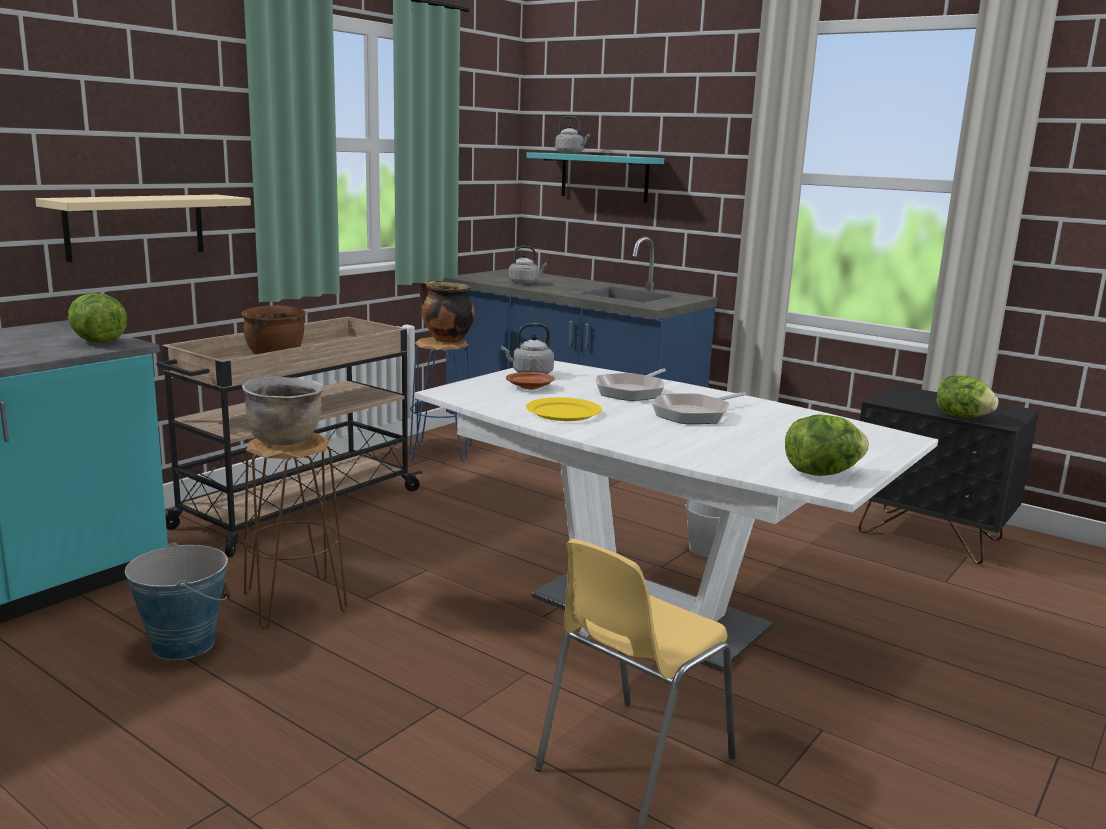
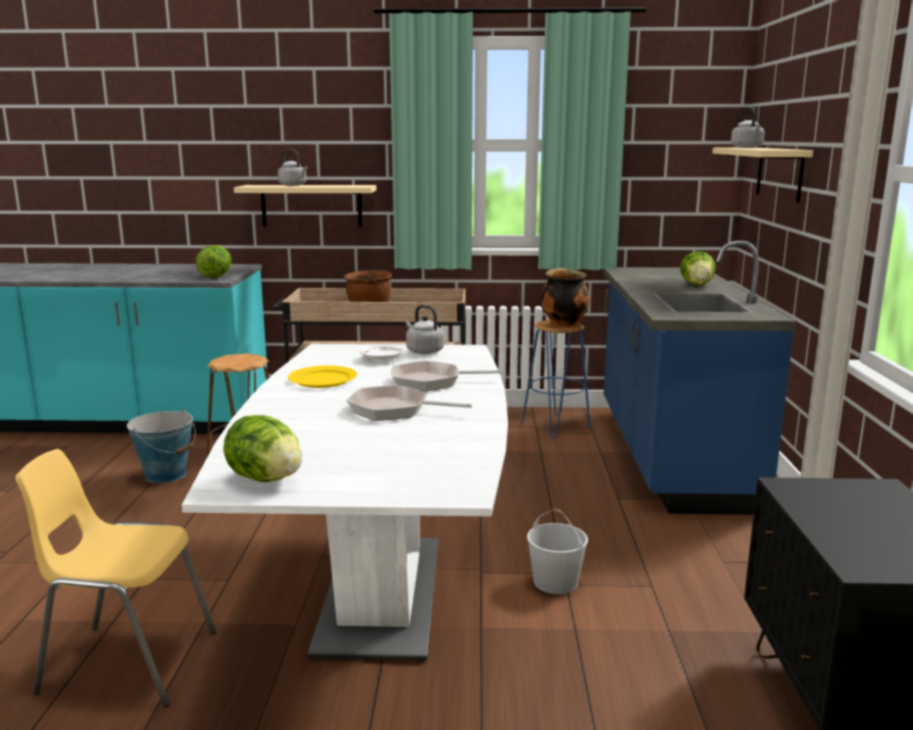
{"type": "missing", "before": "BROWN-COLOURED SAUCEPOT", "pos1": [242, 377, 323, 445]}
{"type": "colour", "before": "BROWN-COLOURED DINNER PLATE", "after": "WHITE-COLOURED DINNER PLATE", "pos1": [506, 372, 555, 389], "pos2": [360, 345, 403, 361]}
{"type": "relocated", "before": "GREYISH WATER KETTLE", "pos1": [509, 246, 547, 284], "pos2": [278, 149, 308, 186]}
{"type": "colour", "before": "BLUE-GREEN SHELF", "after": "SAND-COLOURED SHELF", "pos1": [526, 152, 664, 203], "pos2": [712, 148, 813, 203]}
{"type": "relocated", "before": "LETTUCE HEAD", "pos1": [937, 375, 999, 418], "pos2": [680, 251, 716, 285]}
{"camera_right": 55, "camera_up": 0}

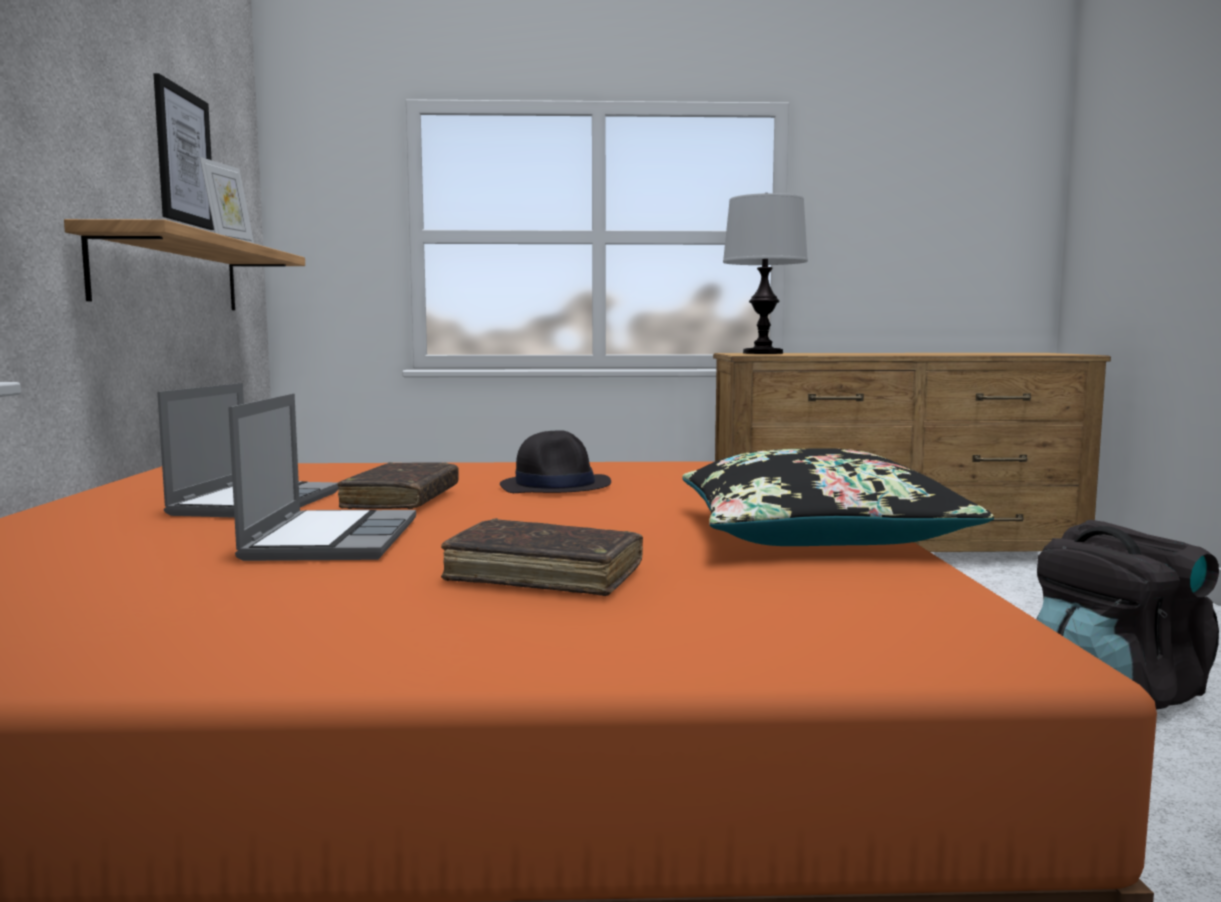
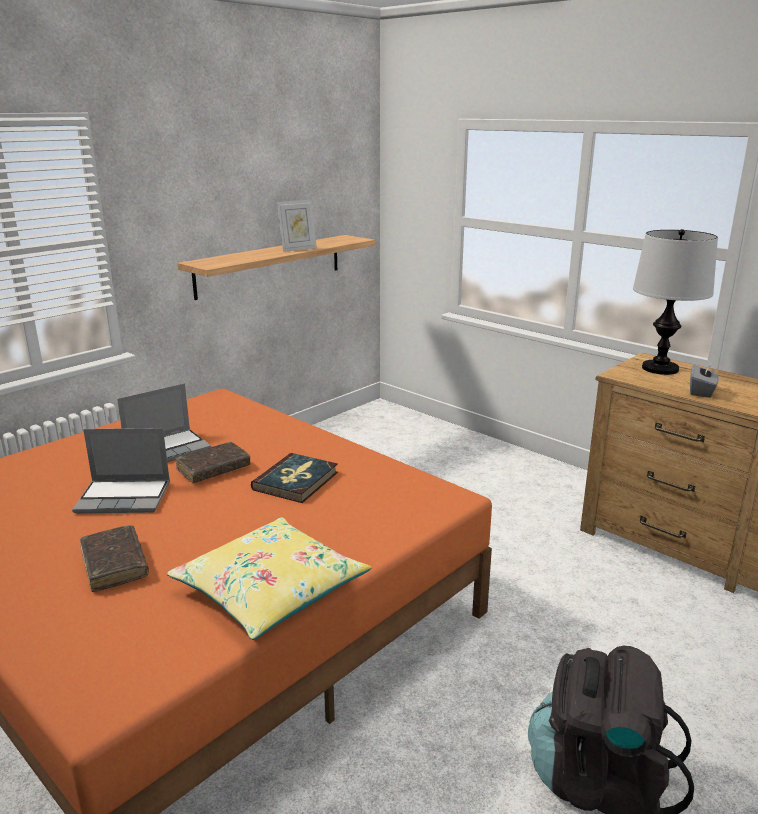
{"type": "missing", "before": "WALL ART", "pos1": [154, 73, 214, 230]}
{"type": "spun", "before": "LAPTOP", "pos1": [228, 393, 416, 561], "pos2": [72, 428, 170, 514], "turn": 45}
{"type": "exchanged", "before": "BLACK HAT", "after": "BOUND BOOK", "pos1": [500, 430, 611, 493], "pos2": [251, 453, 338, 503]}
{"type": "colour", "before": "BLACK CUSHION", "after": "YELLOW CUSHION", "pos1": [682, 448, 994, 546], "pos2": [167, 517, 372, 640]}
{"type": "appeared", "after": "GREYISH BOX OF TISSUES", "pos2": [690, 363, 719, 398]}
{"camera_right": 45, "camera_up": 15}

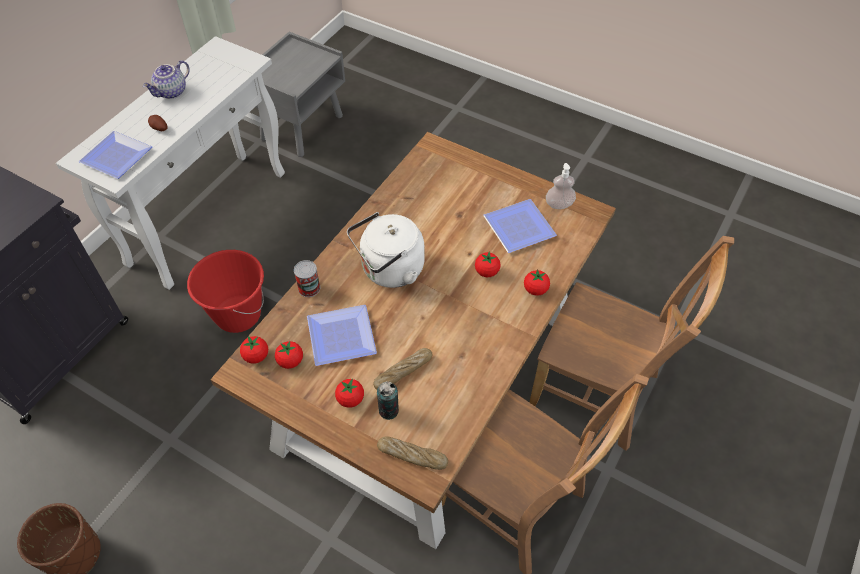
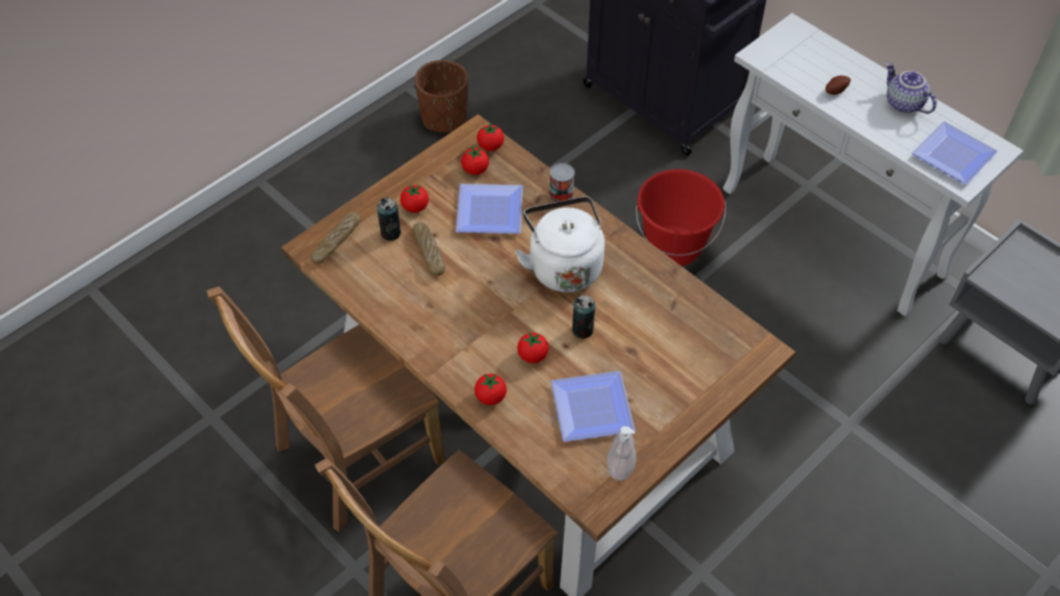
{"type": "relocated", "before": "DINNER PLATE", "pos1": [79, 131, 152, 179], "pos2": [912, 121, 998, 185]}
{"type": "appeared", "after": "SEALED CAN", "pos2": [572, 295, 595, 338]}
{"camera_right": 105, "camera_up": 0}

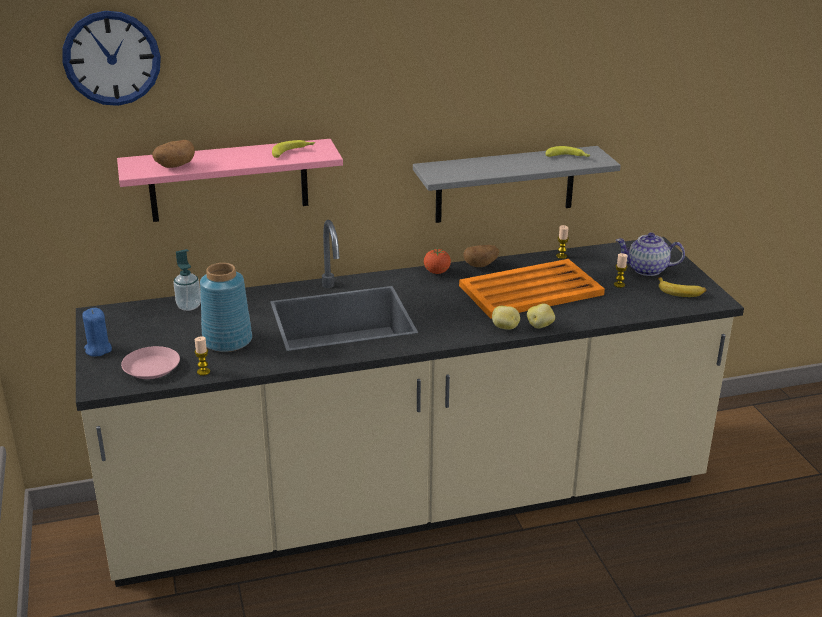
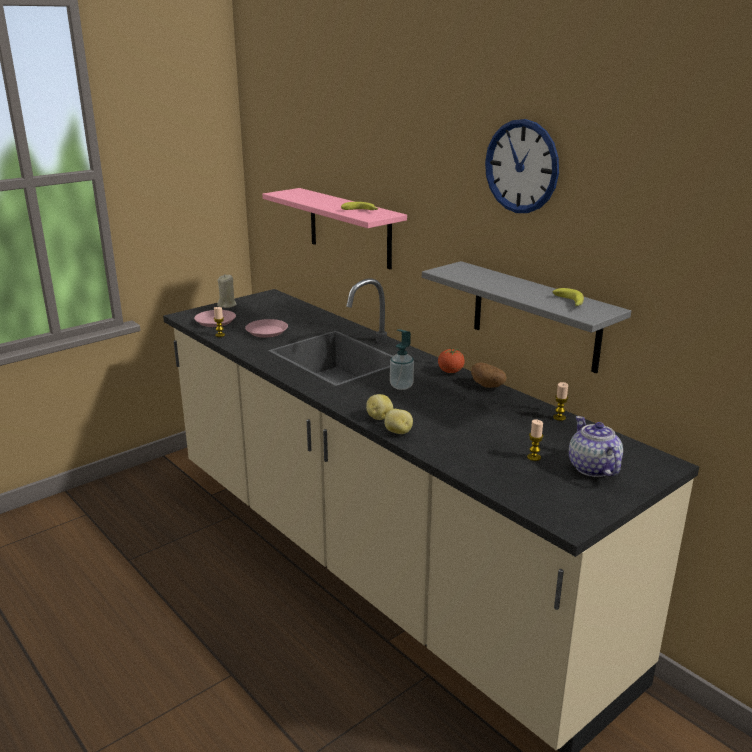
{"type": "relocated", "before": "HANGING CLOCK", "pos1": [62, 11, 161, 106], "pos2": [485, 119, 559, 213]}
{"type": "colour", "before": "BLUISH WAX CANDLE", "after": "SAND-COLOURED WAX CANDLE", "pos1": [82, 308, 112, 356], "pos2": [217, 275, 237, 308]}
{"type": "missing", "before": "POTATO", "pos1": [152, 140, 195, 168]}
{"type": "relocated", "before": "LIQUID SOAP BOTTLE", "pos1": [173, 249, 201, 311], "pos2": [390, 329, 414, 390]}
{"type": "exchanged", "before": "BLUISH DECORATIVE VASE", "after": "PINK DINNER PLATE", "pos1": [200, 263, 252, 352], "pos2": [245, 319, 288, 338]}
{"type": "missing", "before": "ORANGEY TRAY", "pos1": [459, 259, 605, 319]}
{"type": "missing", "before": "BANANA FRUIT", "pos1": [658, 277, 706, 297]}
{"camera_right": 65, "camera_up": -5}

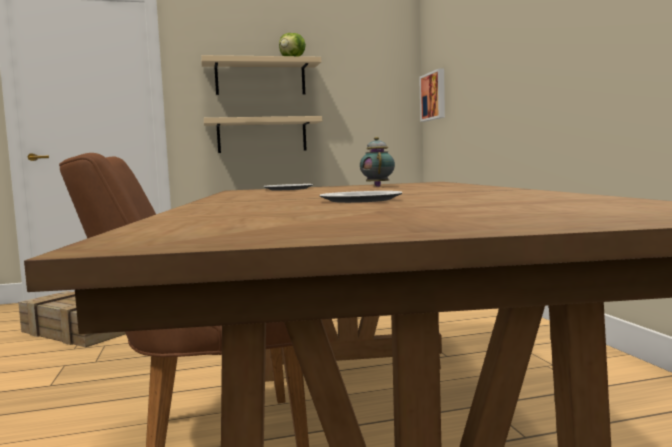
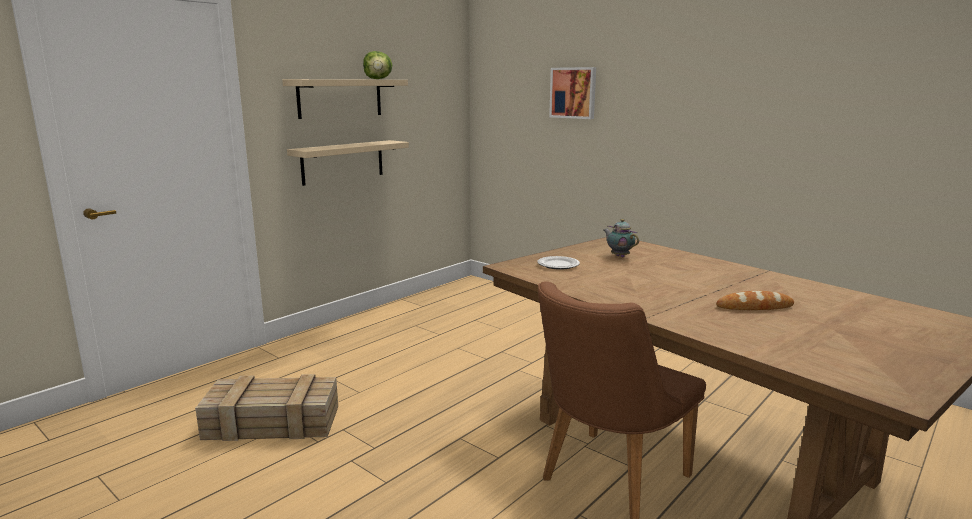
{"type": "exchanged", "before": "DINNER PLATE", "after": "BAKERY BREAD", "pos1": [319, 191, 402, 203], "pos2": [716, 291, 794, 310]}
{"type": "relocated", "before": "WALL ART", "pos1": [419, 69, 445, 122], "pos2": [549, 67, 596, 119]}
{"camera_right": -35, "camera_up": 10}

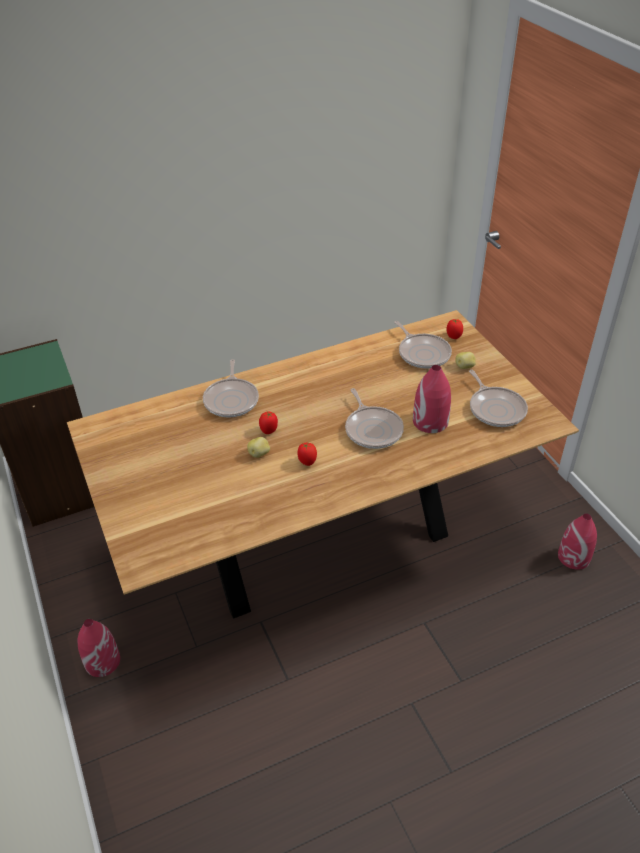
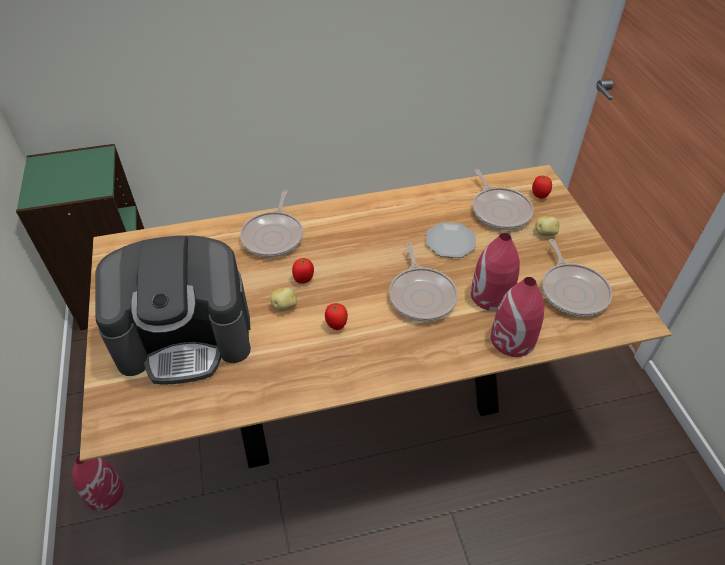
{"type": "relocated", "before": "RED-COLOURED DECORATIVE VASE", "pos1": [558, 514, 597, 570], "pos2": [491, 277, 544, 357]}
{"type": "appeared", "after": "COFFEE MAKER", "pos2": [95, 235, 251, 385]}
{"type": "appeared", "after": "DINNER PLATE", "pos2": [426, 222, 476, 258]}
{"camera_right": 10, "camera_up": 5}

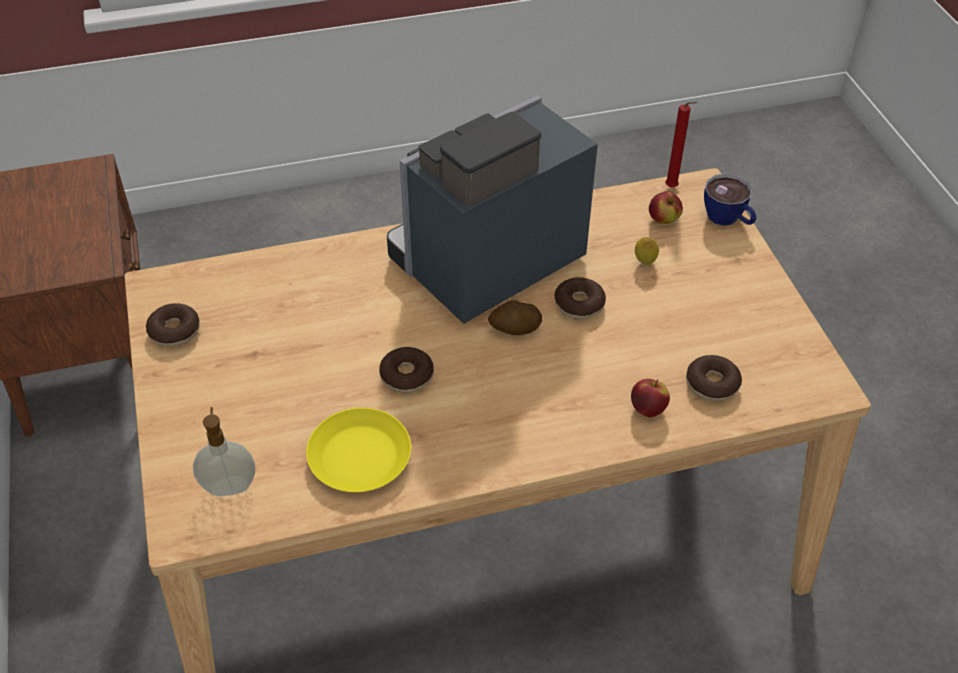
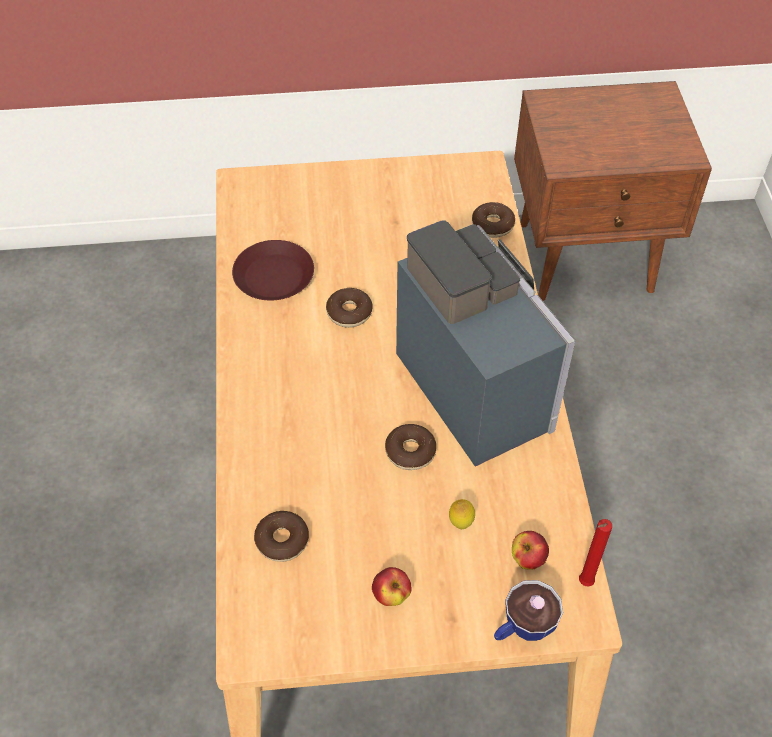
{"type": "relocated", "before": "RING DOUGHNUT", "pos1": [146, 303, 200, 347], "pos2": [472, 202, 515, 238]}
{"type": "missing", "before": "LIQUID SOAP BOTTLE", "pos1": [193, 407, 255, 496]}
{"type": "colour", "before": "YELLOW DINNER PLATE", "after": "BROWN-COLOURED DINNER PLATE", "pos1": [306, 408, 411, 492], "pos2": [232, 240, 314, 300]}
{"type": "missing", "before": "POTATO", "pos1": [488, 300, 542, 335]}
{"type": "relocated", "before": "WHOLE APPLE", "pos1": [631, 379, 670, 417], "pos2": [372, 567, 412, 606]}
{"camera_right": 100, "camera_up": 5}

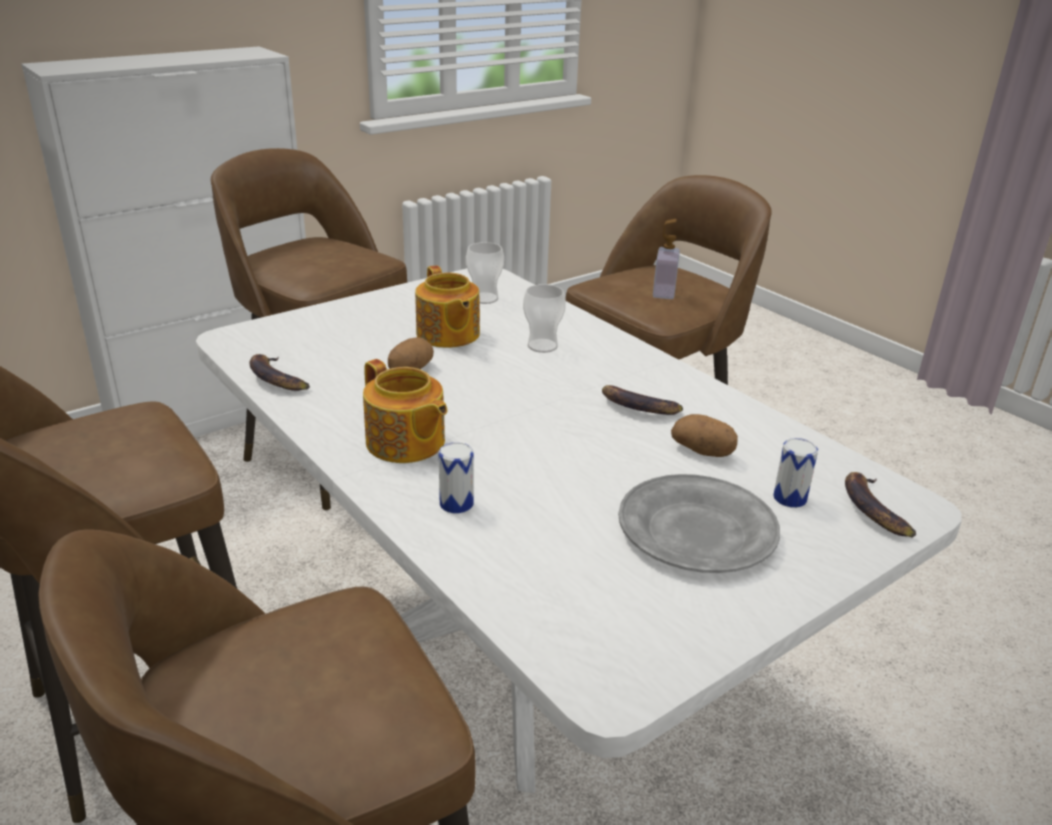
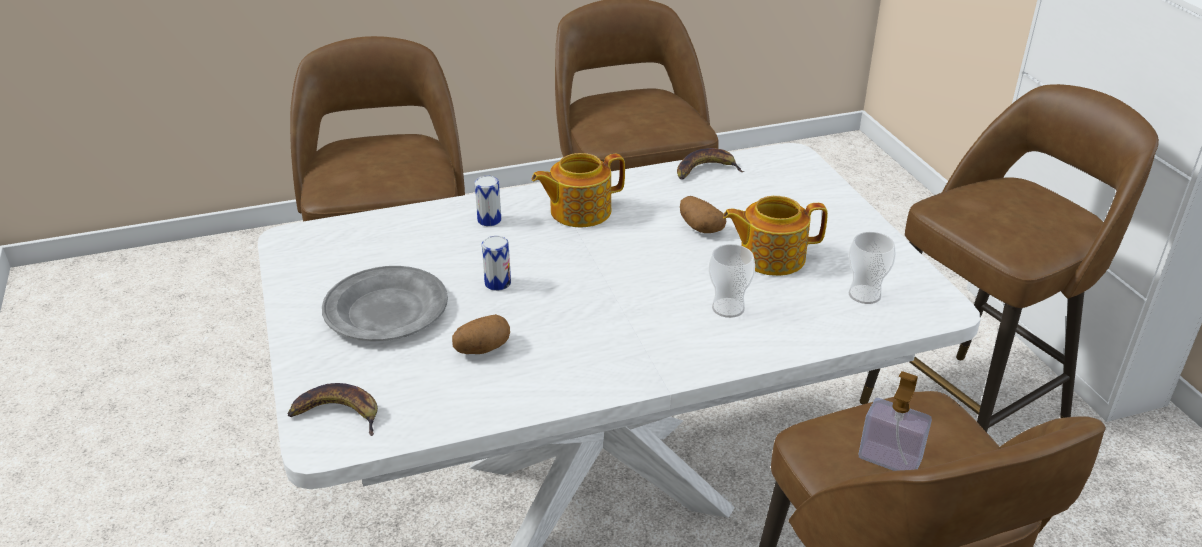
{"type": "missing", "before": "BANANA FRUIT", "pos1": [602, 385, 683, 415]}
{"type": "relocated", "before": "SEALED CAN", "pos1": [773, 438, 818, 508], "pos2": [482, 236, 511, 291]}
{"camera_right": 110, "camera_up": 5}

